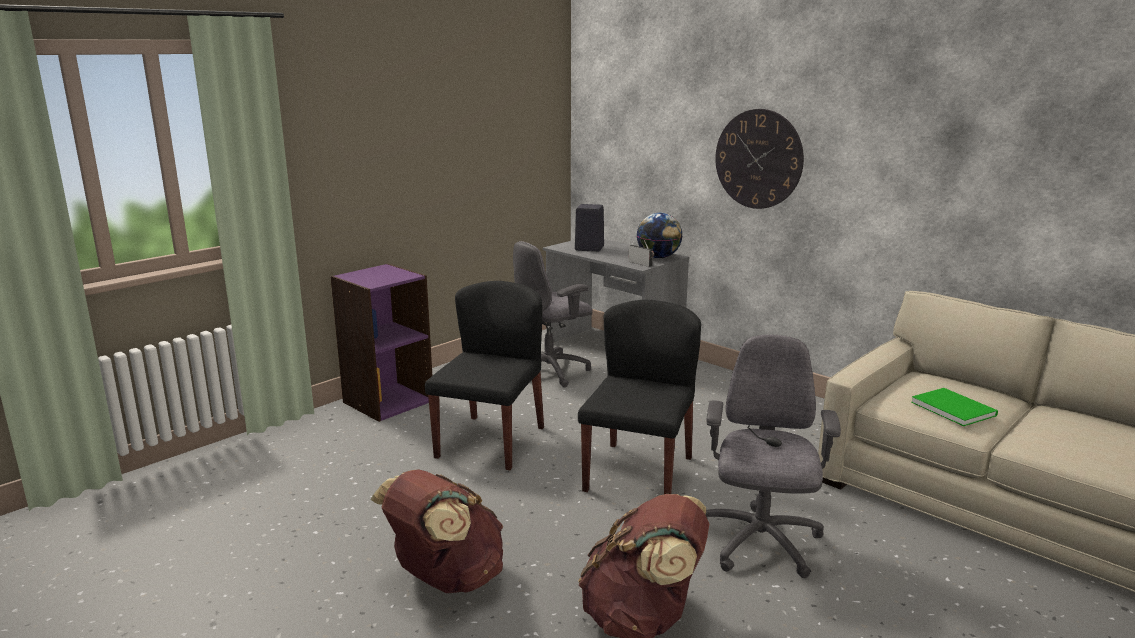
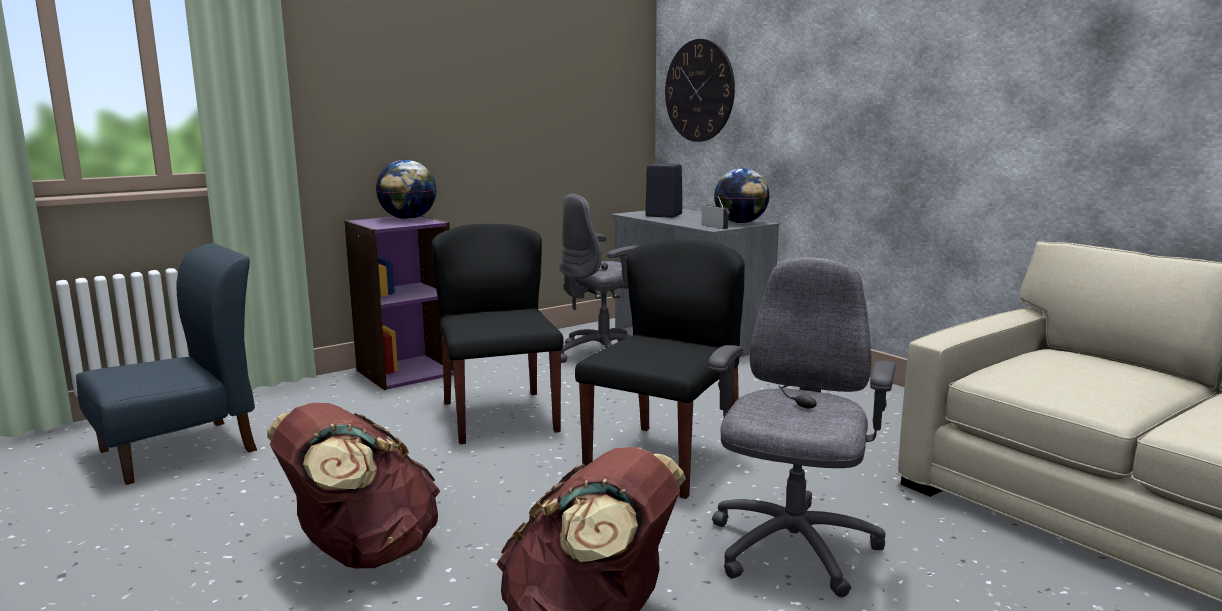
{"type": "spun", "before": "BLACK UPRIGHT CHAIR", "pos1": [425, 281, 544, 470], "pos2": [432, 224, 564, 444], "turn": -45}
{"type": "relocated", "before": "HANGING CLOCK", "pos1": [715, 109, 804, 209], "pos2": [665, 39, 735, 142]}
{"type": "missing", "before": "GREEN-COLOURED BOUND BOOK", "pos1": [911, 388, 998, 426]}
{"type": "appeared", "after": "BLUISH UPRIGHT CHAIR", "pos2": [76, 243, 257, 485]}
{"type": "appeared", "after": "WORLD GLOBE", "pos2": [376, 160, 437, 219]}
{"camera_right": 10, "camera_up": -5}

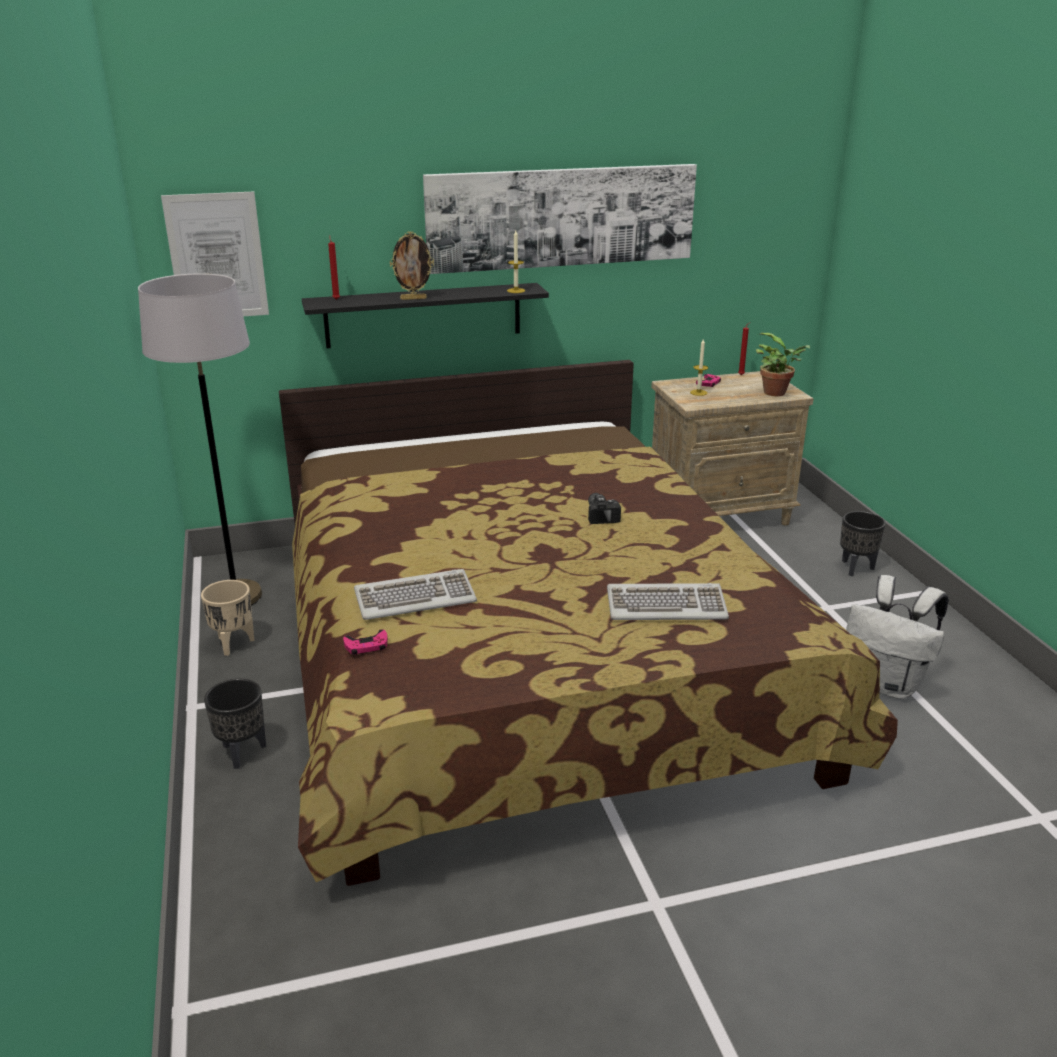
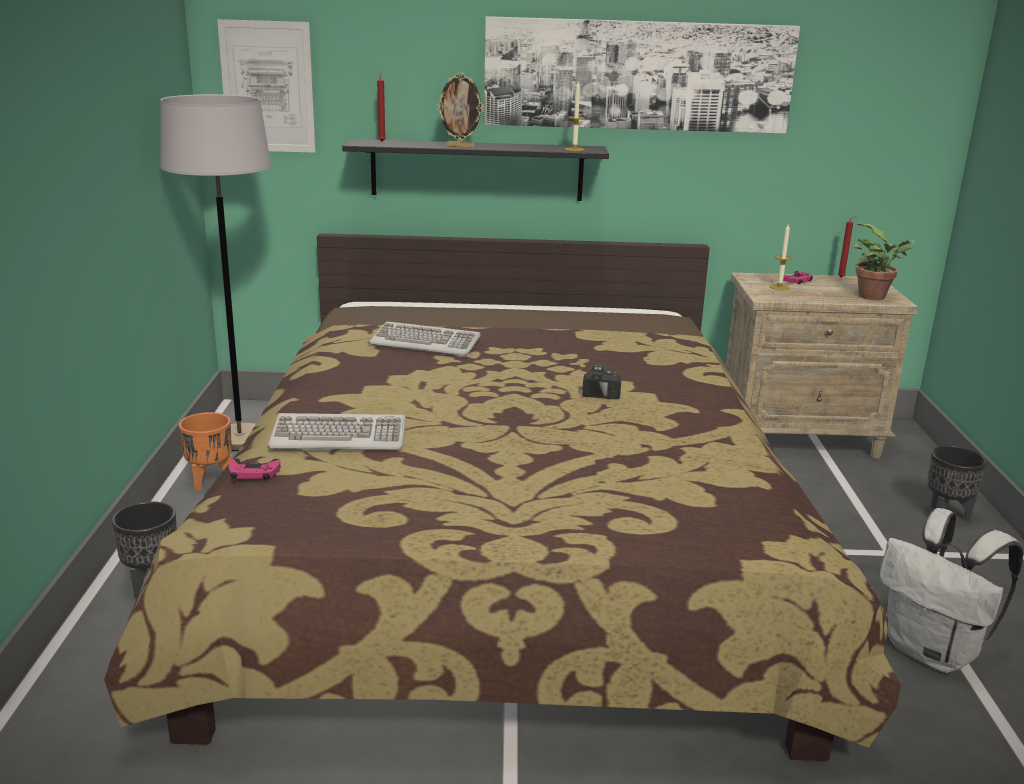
{"type": "colour", "before": "SAND-COLOURED PLANT POT", "after": "ORANGEY PLANT POT", "pos1": [201, 580, 254, 656], "pos2": [179, 412, 232, 491]}
{"type": "relocated", "before": "PC KEYBOARD", "pos1": [607, 583, 729, 620], "pos2": [369, 321, 481, 356]}
{"camera_right": 15, "camera_up": -5}

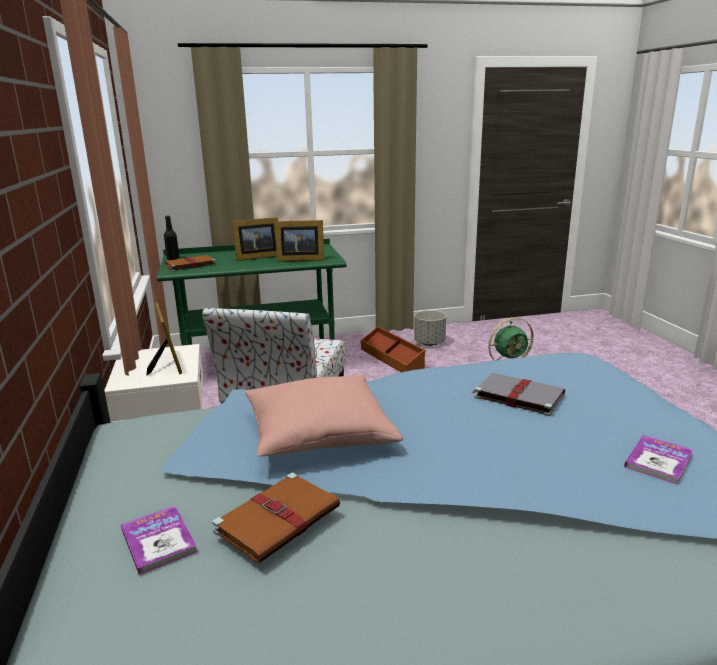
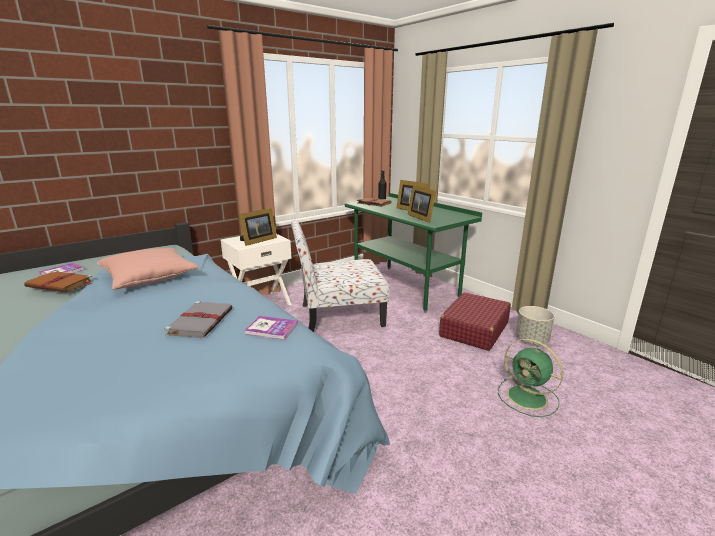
{"type": "exchanged", "before": "BROWN-COLOURED STORAGE CONTAINER", "after": "RED-COLOURED TRAVEL CASE", "pos1": [361, 327, 425, 372], "pos2": [439, 292, 511, 351]}
{"type": "relocated", "before": "BOUND BOOK", "pos1": [624, 435, 693, 485], "pos2": [244, 316, 298, 340]}
{"camera_right": 65, "camera_up": 0}

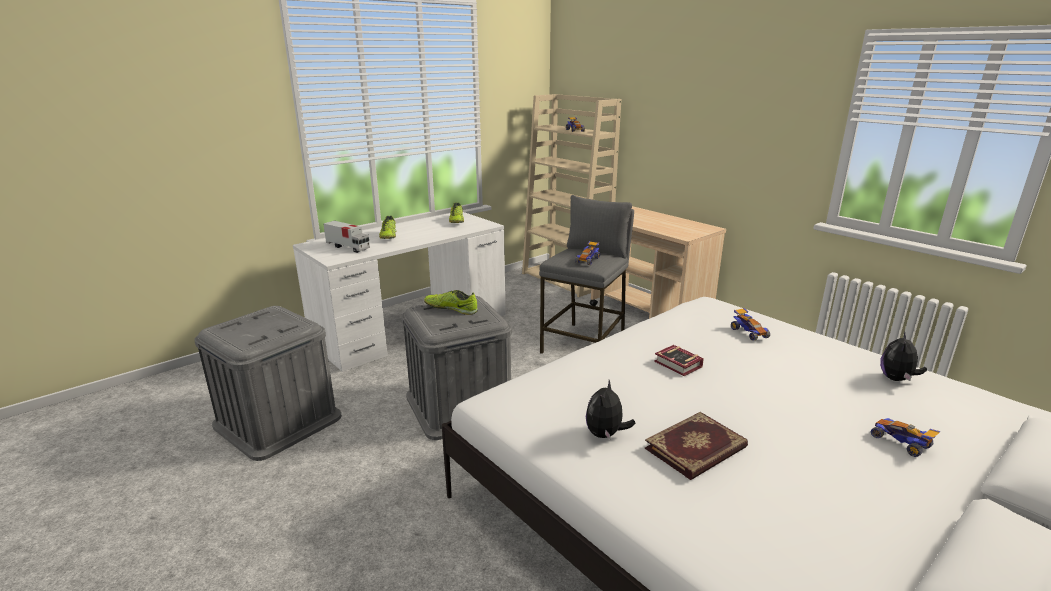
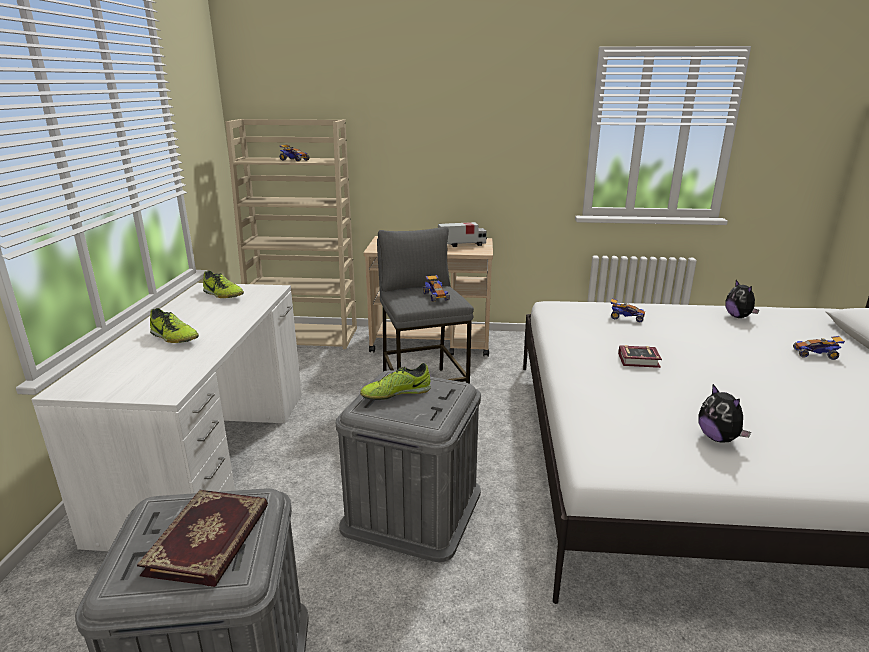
{"type": "relocated", "before": "MODEL TRUCK", "pos1": [324, 221, 370, 253], "pos2": [438, 222, 487, 247]}
{"type": "relocated", "before": "BOUND BOOK", "pos1": [645, 412, 748, 480], "pos2": [137, 490, 268, 587]}
{"camera_right": -45, "camera_up": 0}

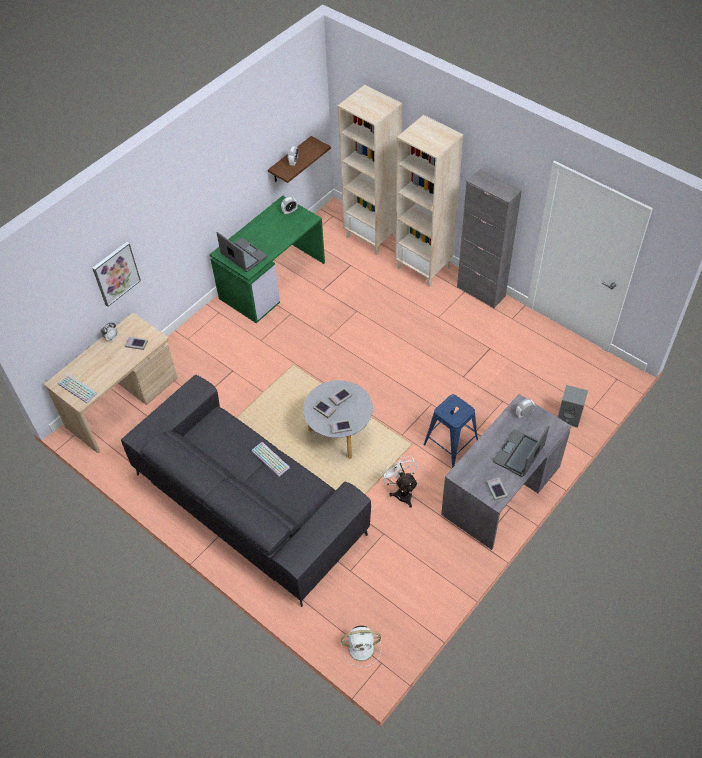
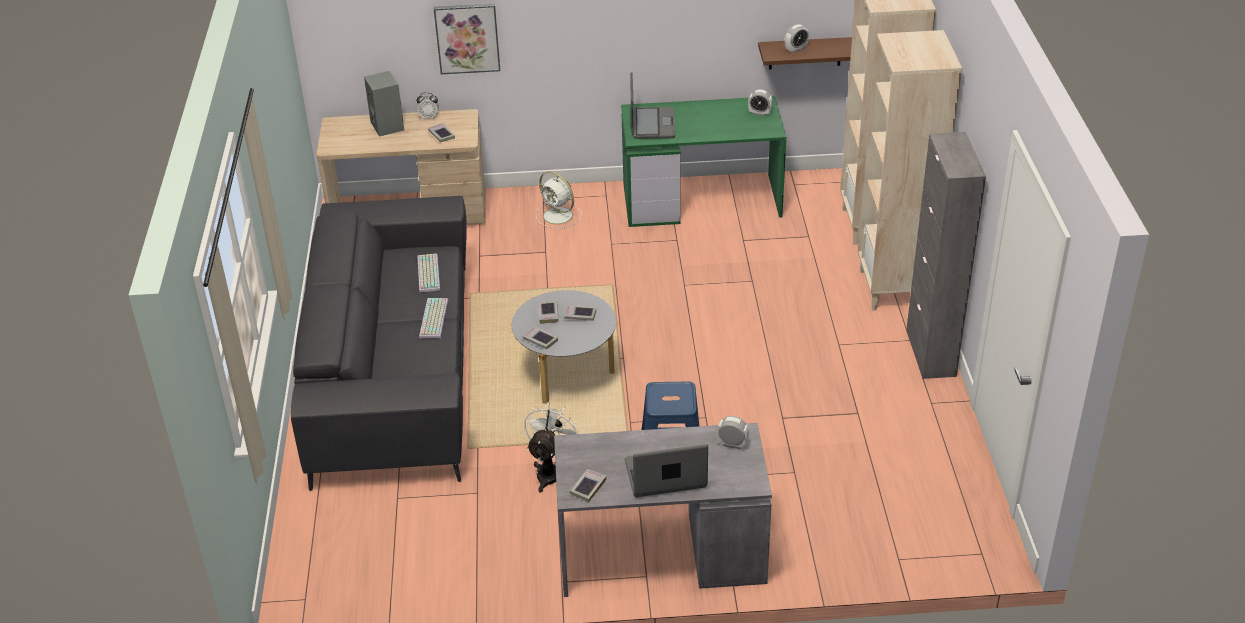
{"type": "relocated", "before": "PC KEYBOARD", "pos1": [58, 374, 97, 403], "pos2": [417, 254, 440, 293]}
{"type": "relocated", "before": "WHITE-COLOURED COOLING FAN", "pos1": [341, 625, 381, 667], "pos2": [536, 171, 582, 229]}
{"type": "relocated", "before": "GREYISH AUDIO SPEAKER", "pos1": [558, 385, 588, 428], "pos2": [364, 71, 404, 137]}
{"camera_right": 45, "camera_up": -15}

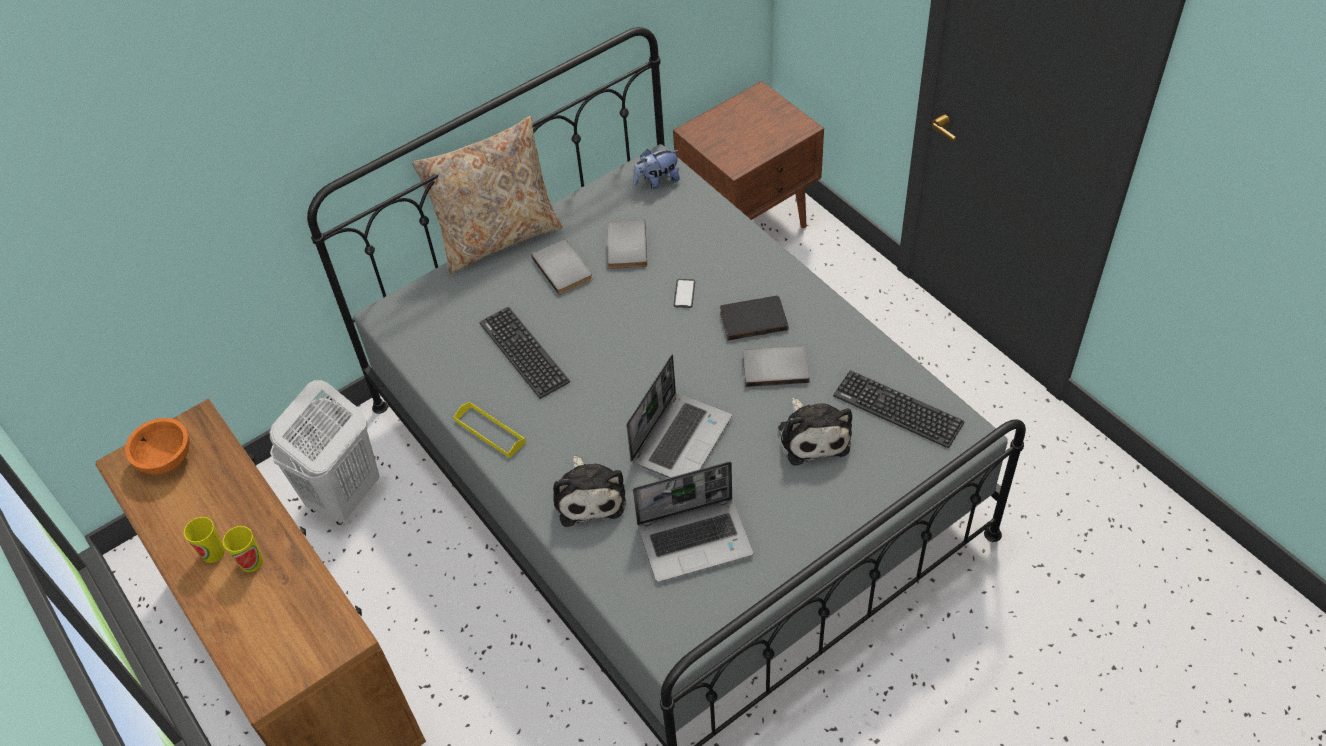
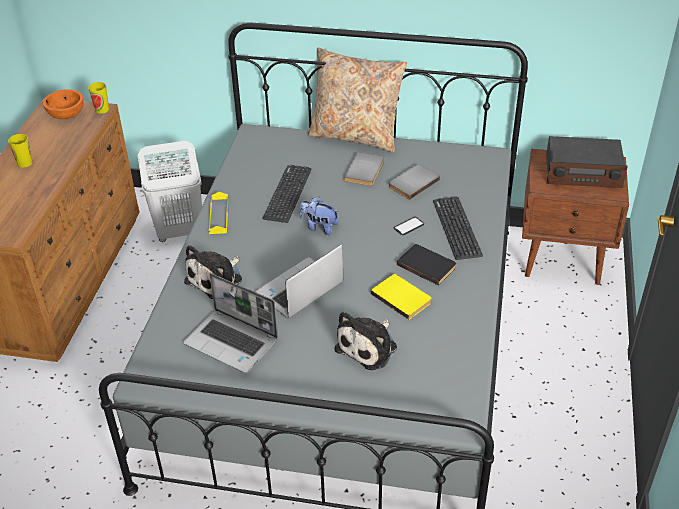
{"type": "relocated", "before": "SMALL CUP", "pos1": [223, 526, 263, 572], "pos2": [88, 82, 109, 114]}
{"type": "spun", "before": "LAPTOP", "pos1": [626, 355, 732, 478], "pos2": [255, 244, 343, 318], "turn": 150}
{"type": "relocated", "before": "SOFT TOY", "pos1": [633, 149, 680, 189], "pos2": [299, 197, 339, 235]}
{"type": "colour", "before": "GREYISH BOUND BOOK", "after": "YELLOW BOUND BOOK", "pos1": [743, 346, 810, 387], "pos2": [371, 274, 431, 320]}
{"type": "relocated", "before": "PC KEYBOARD", "pos1": [833, 370, 964, 448], "pos2": [433, 196, 483, 260]}
{"type": "appeared", "after": "RADIO", "pos2": [546, 136, 628, 188]}
{"camera_right": 45, "camera_up": -10}

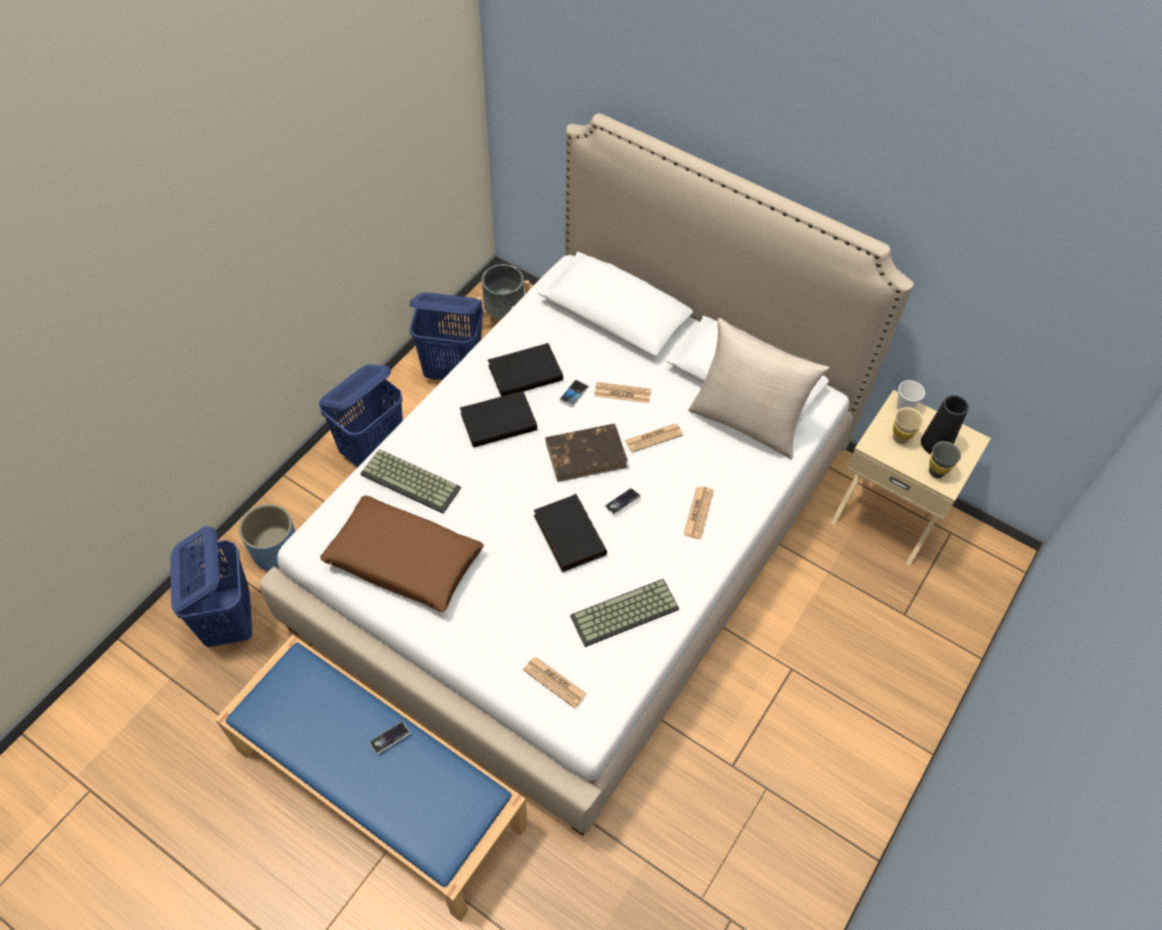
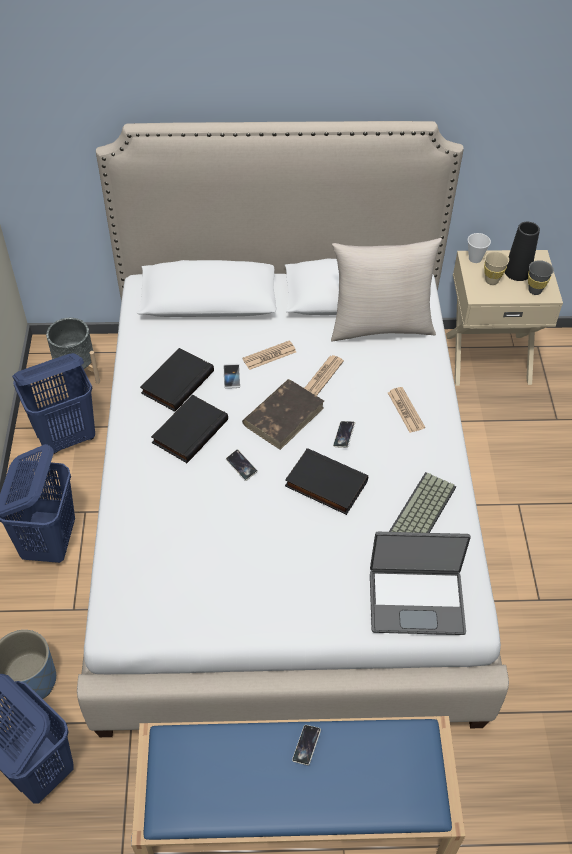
{"type": "missing", "before": "BROWN-COLOURED CUSHION", "pos1": [320, 495, 484, 612]}
{"type": "missing", "before": "PC KEYBOARD", "pos1": [360, 449, 461, 513]}
{"type": "exchanged", "before": "PRINTED PAPER", "after": "LAPTOP", "pos1": [523, 656, 586, 708], "pos2": [370, 532, 471, 635]}
{"type": "appeared", "after": "PHONE", "pos2": [226, 449, 258, 481]}
{"camera_right": -35, "camera_up": -5}

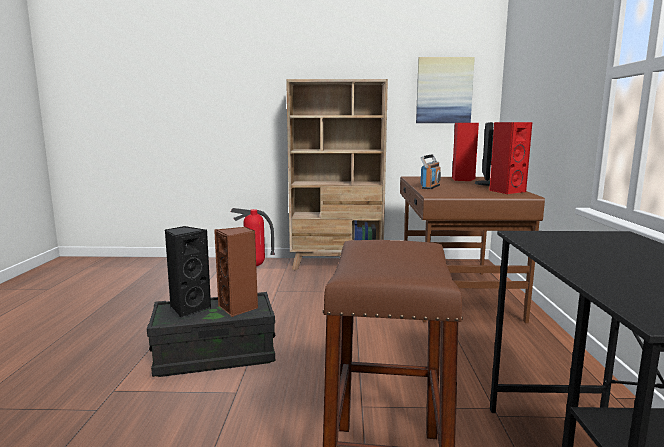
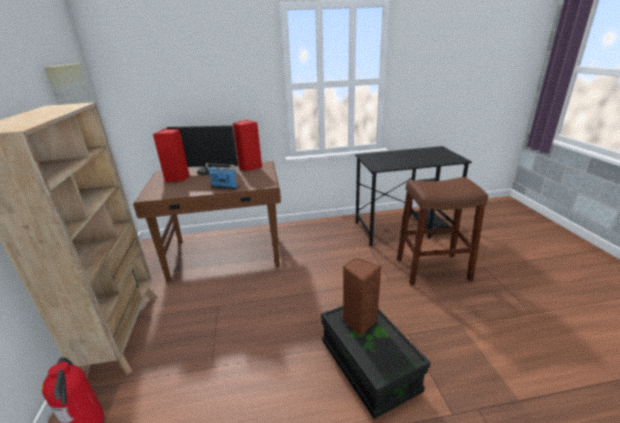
{"type": "missing", "before": "BLACK AUDIO SPEAKER", "pos1": [165, 226, 211, 318]}
{"camera_right": -100, "camera_up": 15}

